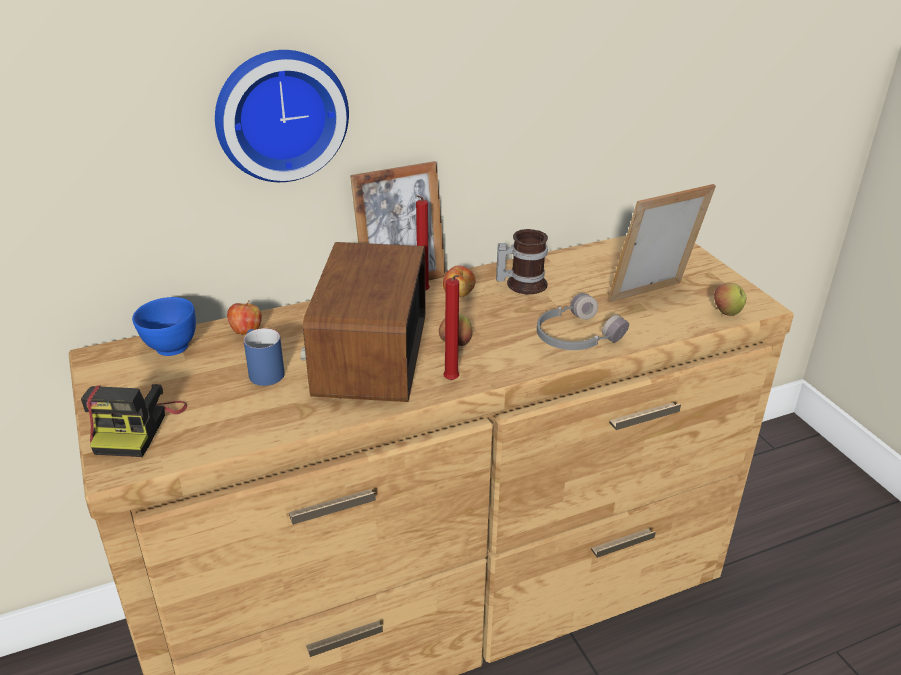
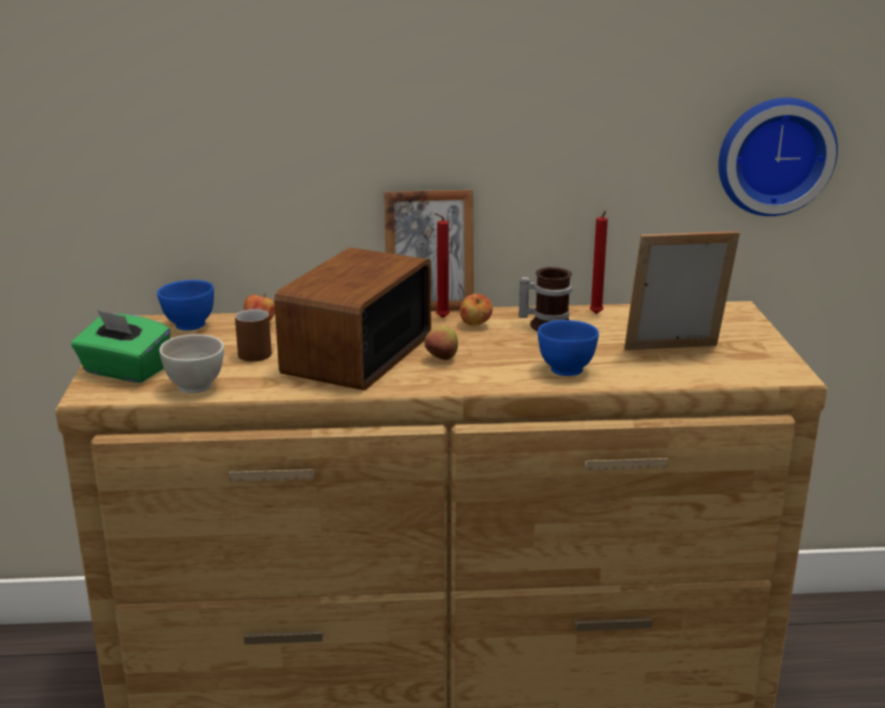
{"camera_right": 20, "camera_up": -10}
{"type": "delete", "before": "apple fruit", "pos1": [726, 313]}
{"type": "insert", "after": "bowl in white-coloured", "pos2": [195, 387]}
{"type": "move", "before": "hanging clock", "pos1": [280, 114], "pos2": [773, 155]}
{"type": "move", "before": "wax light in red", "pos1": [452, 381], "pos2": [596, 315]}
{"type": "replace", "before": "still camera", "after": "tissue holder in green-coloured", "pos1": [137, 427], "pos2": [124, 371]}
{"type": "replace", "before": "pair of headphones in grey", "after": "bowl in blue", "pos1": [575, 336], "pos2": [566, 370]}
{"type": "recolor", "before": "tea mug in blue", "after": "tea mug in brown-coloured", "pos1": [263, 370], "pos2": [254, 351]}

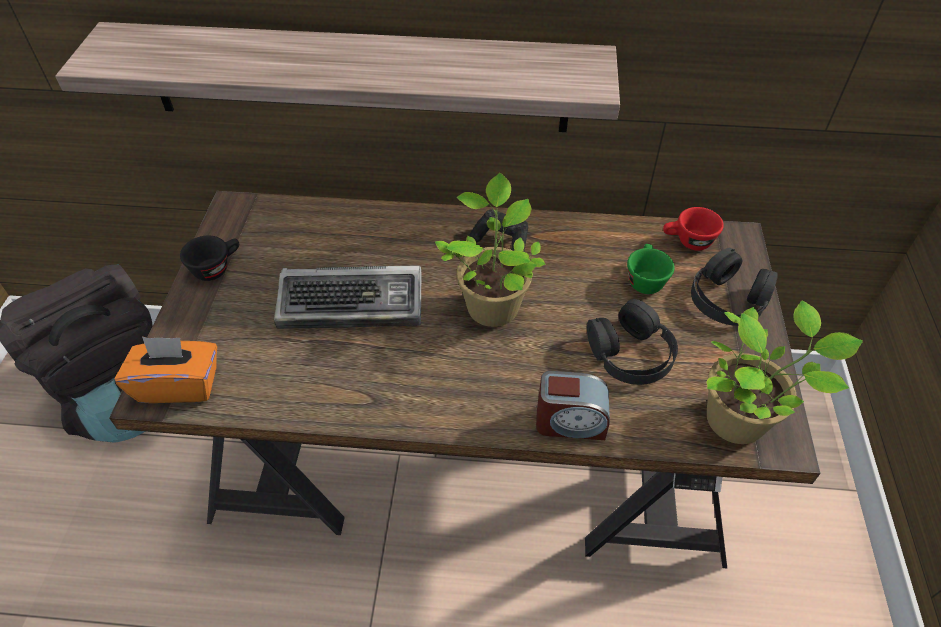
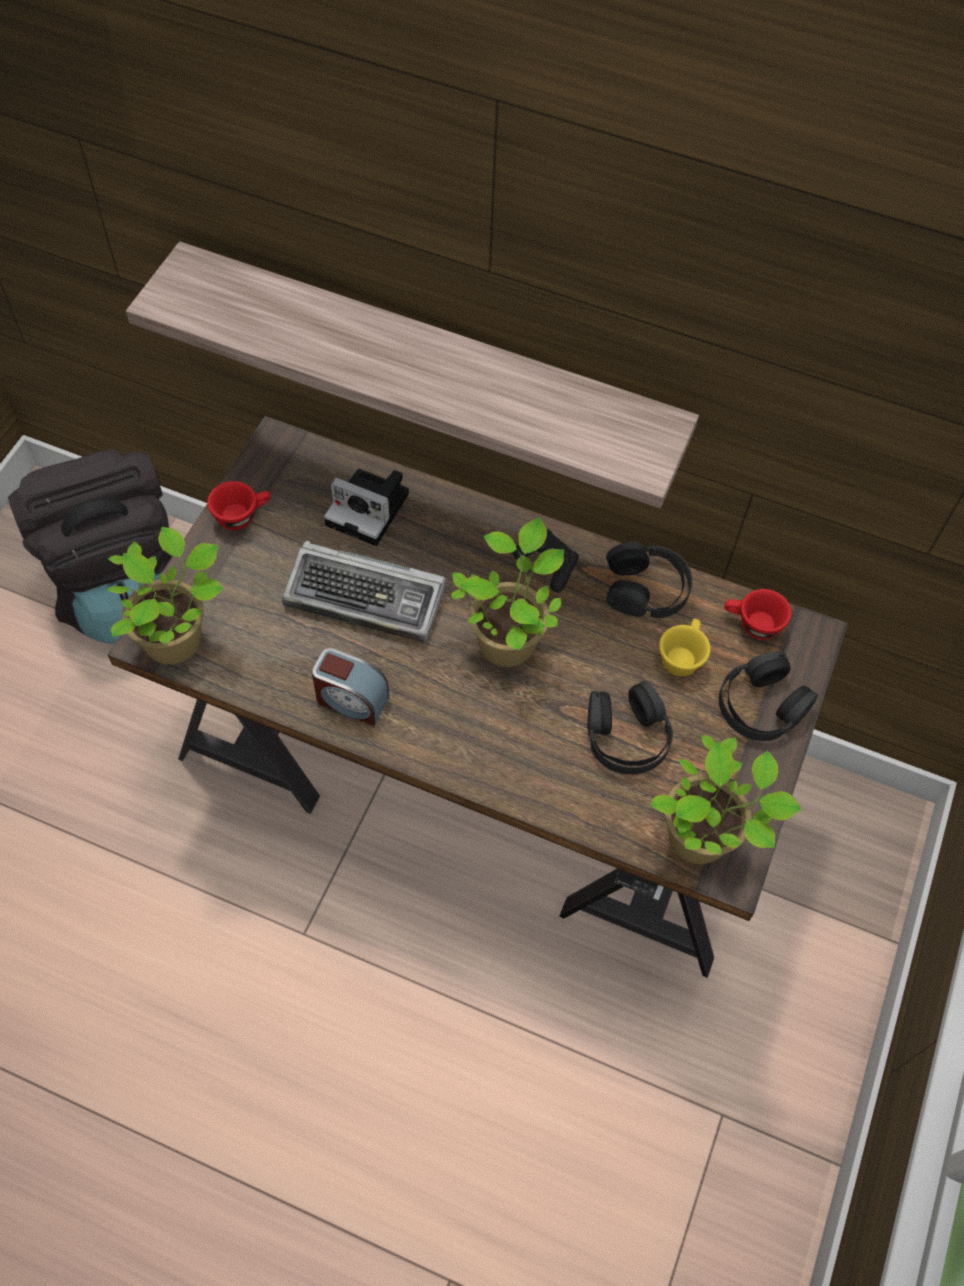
{"camera_right": 15, "camera_up": 10}
{"type": "insert", "after": "still camera", "pos2": [371, 509]}
{"type": "insert", "after": "pair of headphones in black", "pos2": [646, 588]}
{"type": "move", "before": "alarm clock", "pos1": [570, 422], "pos2": [351, 699]}
{"type": "replace", "before": "tissue holder in orangey", "after": "plant in a pot", "pos1": [179, 384], "pos2": [177, 639]}
{"type": "recolor", "before": "cup in black", "after": "cup in red", "pos1": [216, 267], "pos2": [242, 515]}
{"type": "recolor", "before": "cup in green-coloured", "after": "cup in yellowish", "pos1": [644, 279], "pos2": [681, 656]}

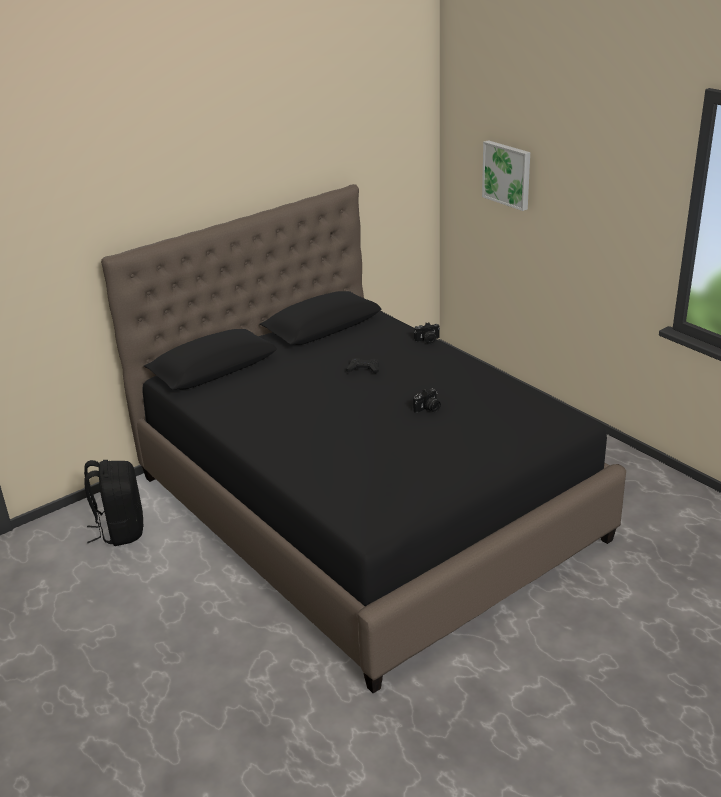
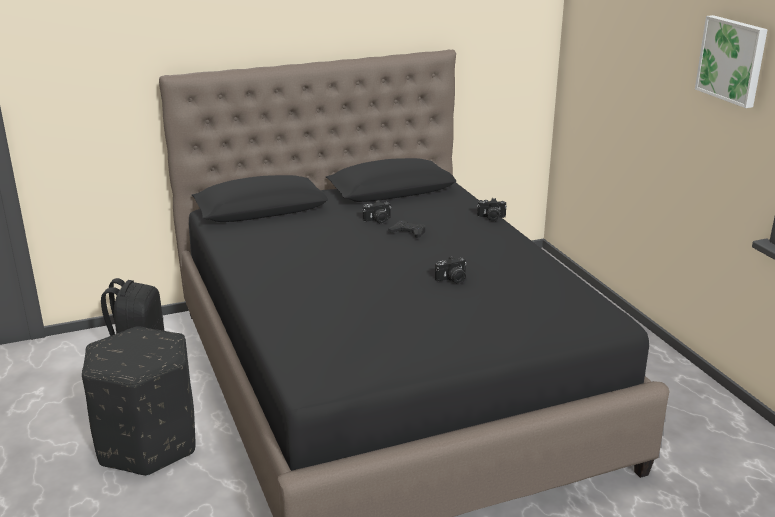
{"camera_right": 15, "camera_up": -5}
{"type": "insert", "after": "footrest in black", "pos2": [148, 443]}
{"type": "insert", "after": "still camera", "pos2": [378, 220]}
{"type": "move", "before": "wall art", "pos1": [507, 174], "pos2": [732, 60]}

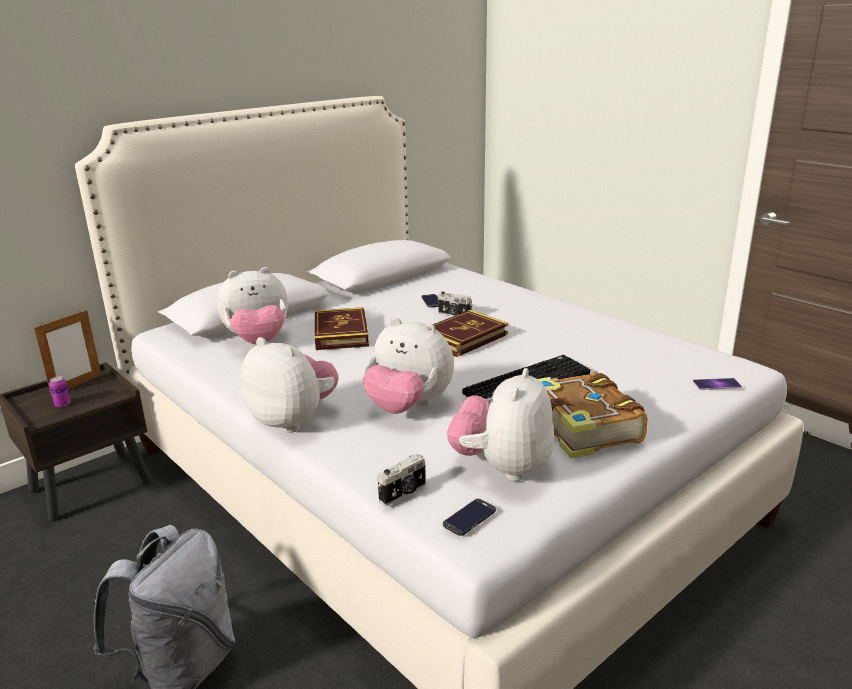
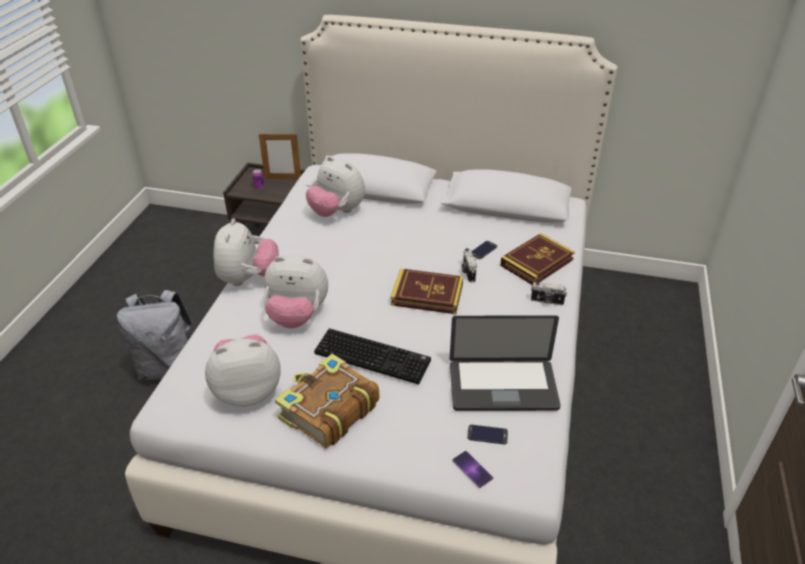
{"camera_right": 55, "camera_up": 15}
{"type": "insert", "after": "portable computer", "pos2": [502, 387]}
{"type": "move", "before": "bound book", "pos1": [341, 333], "pos2": [536, 262]}
{"type": "move", "before": "still camera", "pos1": [404, 493], "pos2": [547, 301]}
{"type": "move", "before": "phone", "pos1": [469, 517], "pos2": [487, 435]}
{"type": "rotate", "before": "plush toy", "pos1": [408, 407], "pos2": [297, 316], "turn": -75}

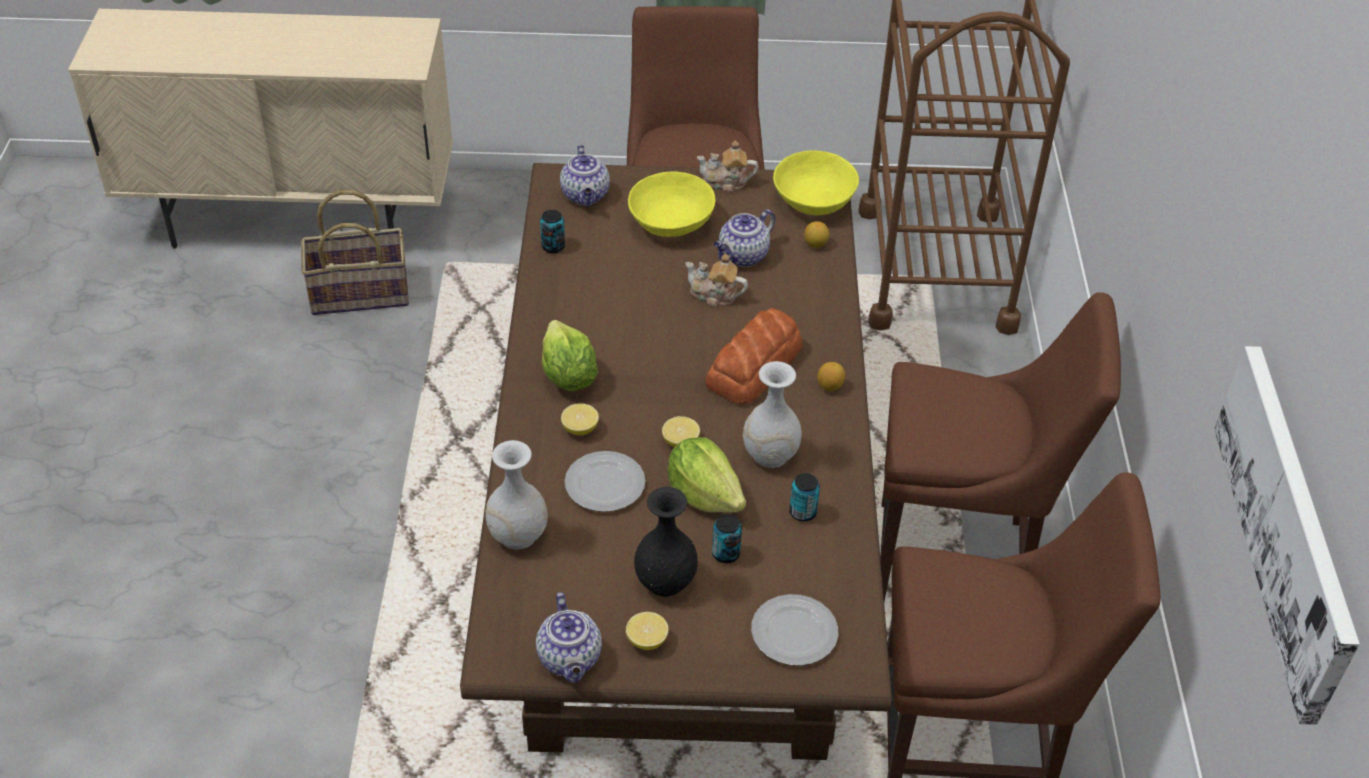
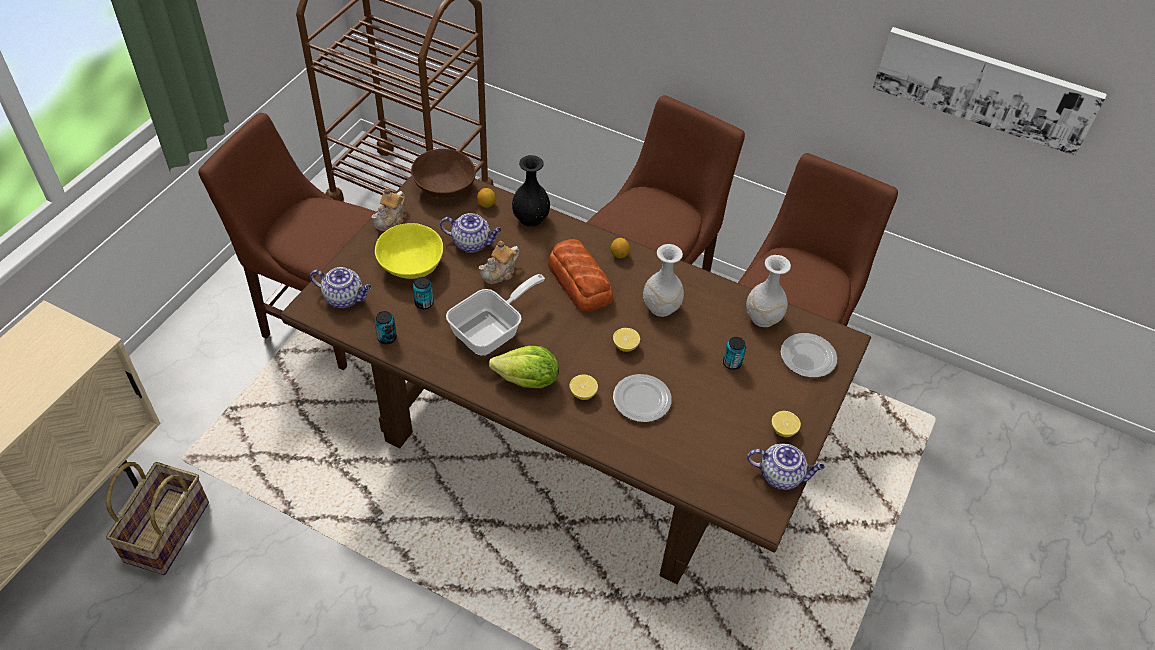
{"camera_right": -65, "camera_up": 5}
{"type": "delete", "before": "lettuce head", "pos1": [704, 494]}
{"type": "insert", "after": "skillet", "pos2": [492, 330]}
{"type": "move", "before": "decorative vase in white-coloured", "pos1": [518, 534], "pos2": [762, 317]}
{"type": "move", "before": "decorative vase in black", "pos1": [666, 582], "pos2": [531, 218]}
{"type": "move", "before": "metal can", "pos1": [802, 512], "pos2": [424, 303]}
{"type": "recolor", "before": "bowl in yellowish", "after": "bowl in brown-coloured", "pos1": [813, 201], "pos2": [443, 187]}
{"type": "rotate", "before": "pot for tea", "pos1": [743, 256], "pos2": [472, 243], "turn": -60}

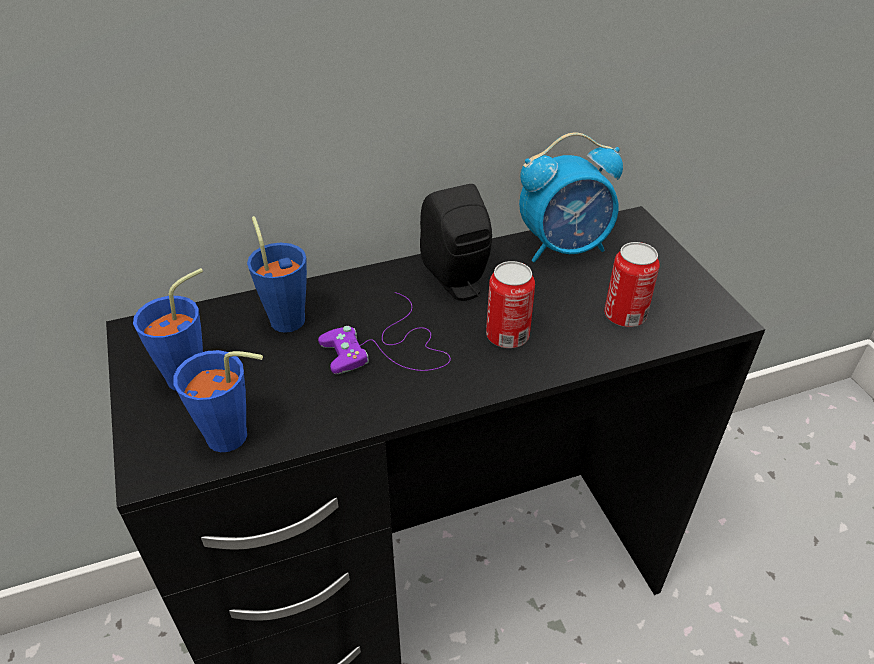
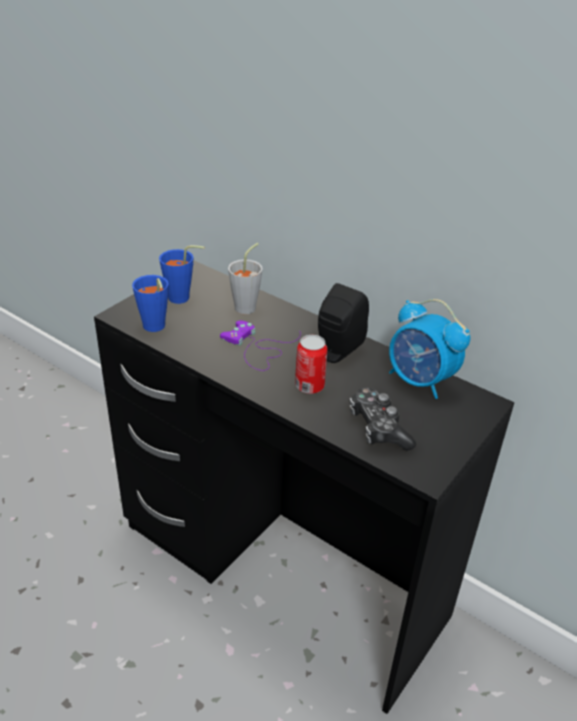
{"camera_right": 55, "camera_up": -5}
{"type": "replace", "before": "metal can", "after": "gamepad", "pos1": [624, 316], "pos2": [378, 428]}
{"type": "recolor", "before": "cup in blue", "after": "cup in grey", "pos1": [285, 315], "pos2": [248, 306]}

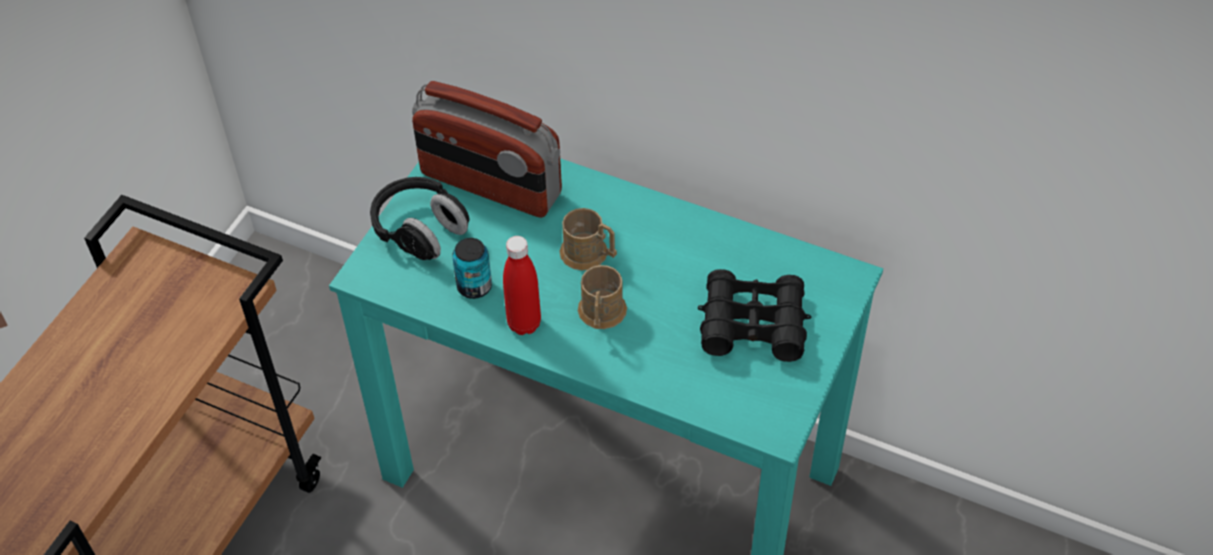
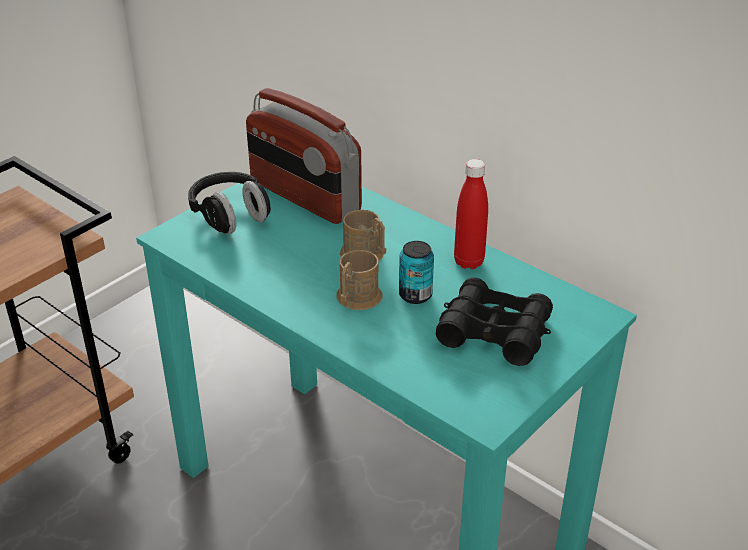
{"camera_right": 15, "camera_up": -15}
{"type": "move", "before": "metal can", "pos1": [474, 286], "pos2": [415, 295]}
{"type": "move", "before": "bottle in red", "pos1": [524, 324], "pos2": [468, 262]}

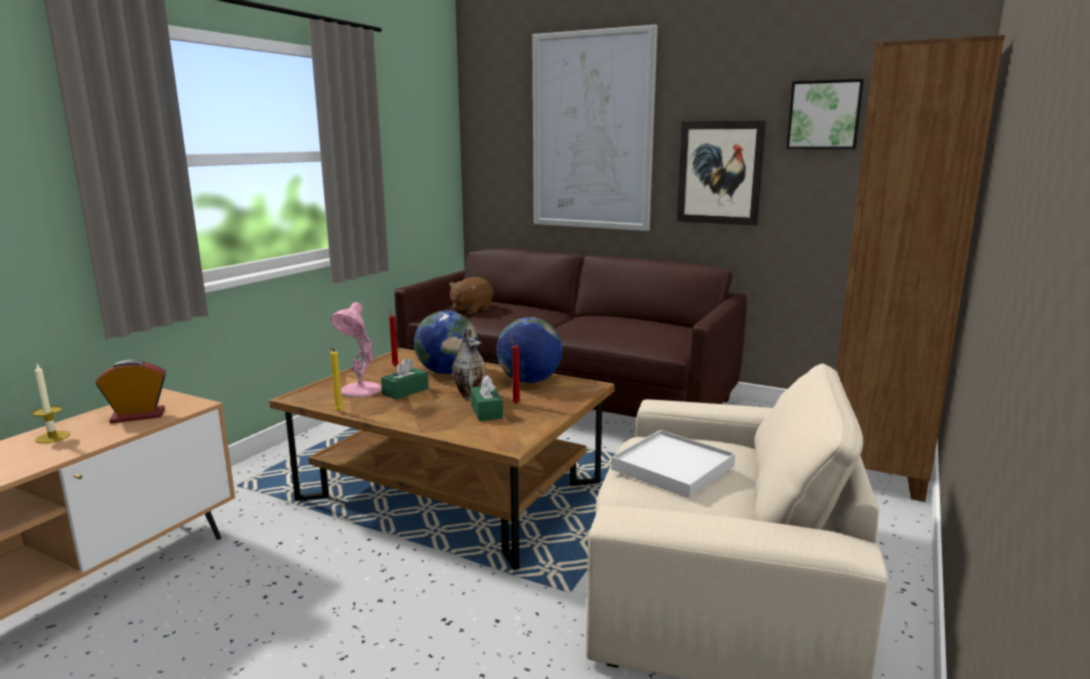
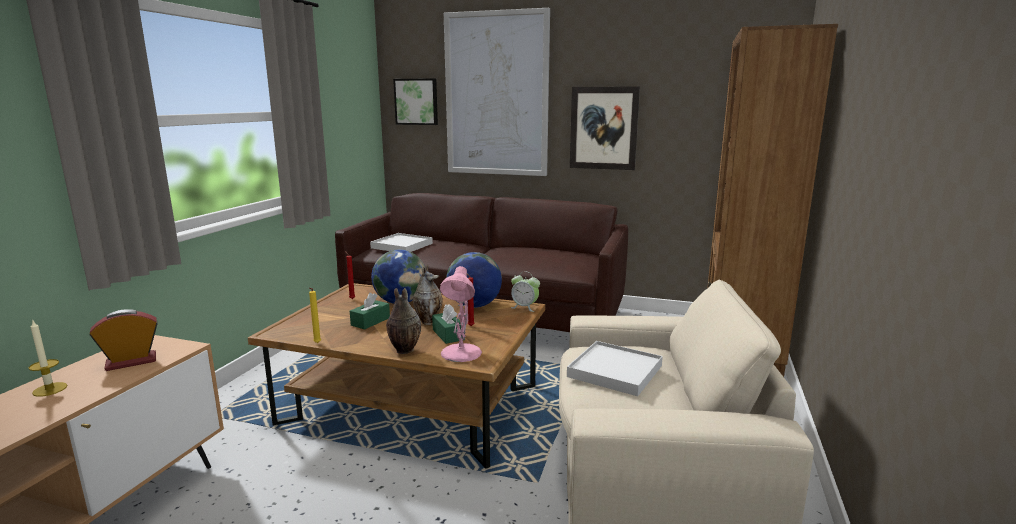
{"camera_right": -10, "camera_up": 0}
{"type": "insert", "after": "decorative vase", "pos2": [403, 350]}
{"type": "insert", "after": "alarm clock", "pos2": [525, 307]}
{"type": "move", "before": "lamp for a table in pinkish", "pos1": [359, 390], "pos2": [461, 354]}
{"type": "move", "before": "wall art", "pos1": [824, 115], "pos2": [416, 101]}
{"type": "replace", "before": "plush toy in brown-coloured", "after": "tray in white-coloured", "pos1": [471, 309], "pos2": [402, 246]}

